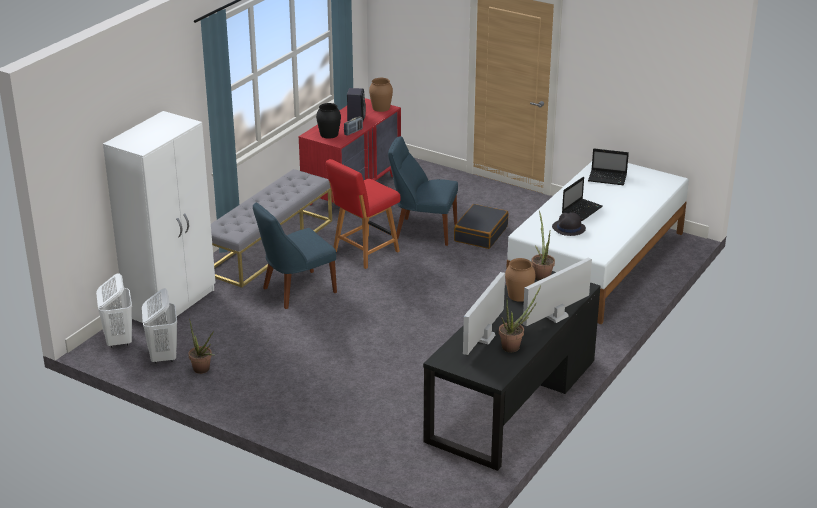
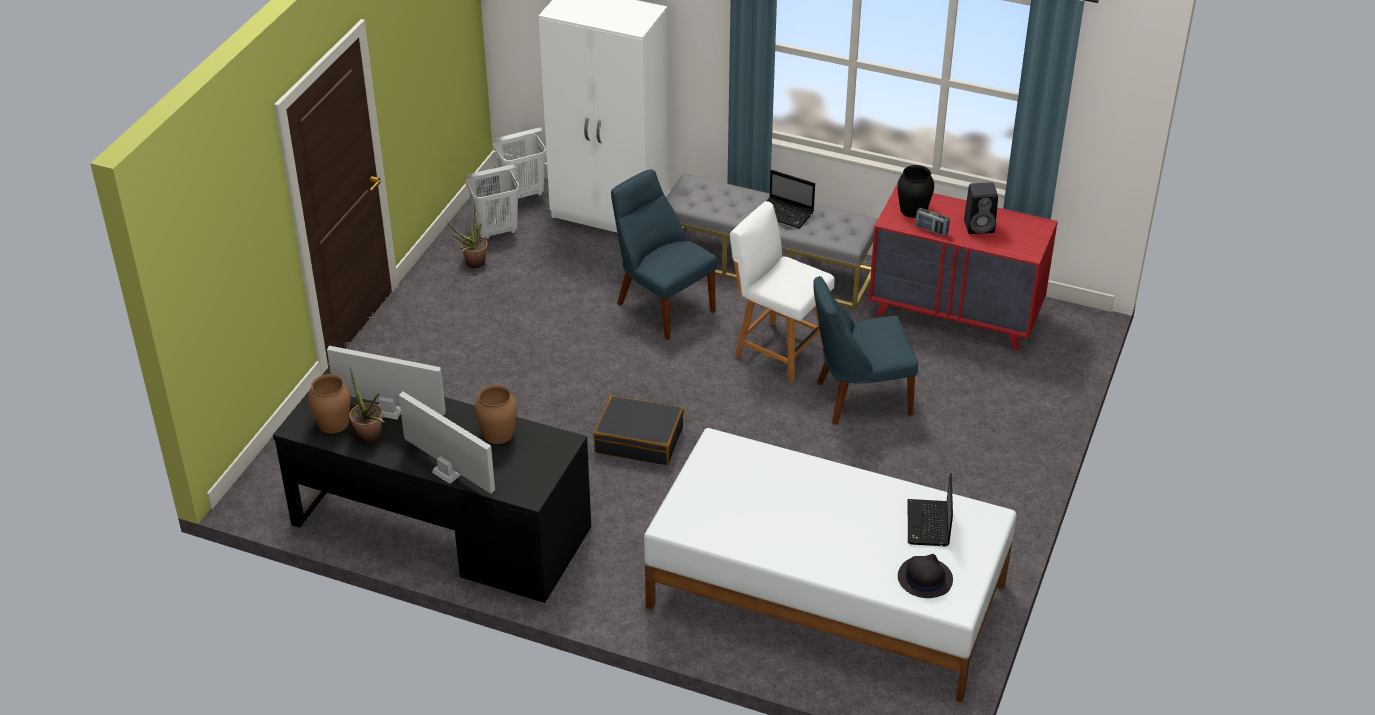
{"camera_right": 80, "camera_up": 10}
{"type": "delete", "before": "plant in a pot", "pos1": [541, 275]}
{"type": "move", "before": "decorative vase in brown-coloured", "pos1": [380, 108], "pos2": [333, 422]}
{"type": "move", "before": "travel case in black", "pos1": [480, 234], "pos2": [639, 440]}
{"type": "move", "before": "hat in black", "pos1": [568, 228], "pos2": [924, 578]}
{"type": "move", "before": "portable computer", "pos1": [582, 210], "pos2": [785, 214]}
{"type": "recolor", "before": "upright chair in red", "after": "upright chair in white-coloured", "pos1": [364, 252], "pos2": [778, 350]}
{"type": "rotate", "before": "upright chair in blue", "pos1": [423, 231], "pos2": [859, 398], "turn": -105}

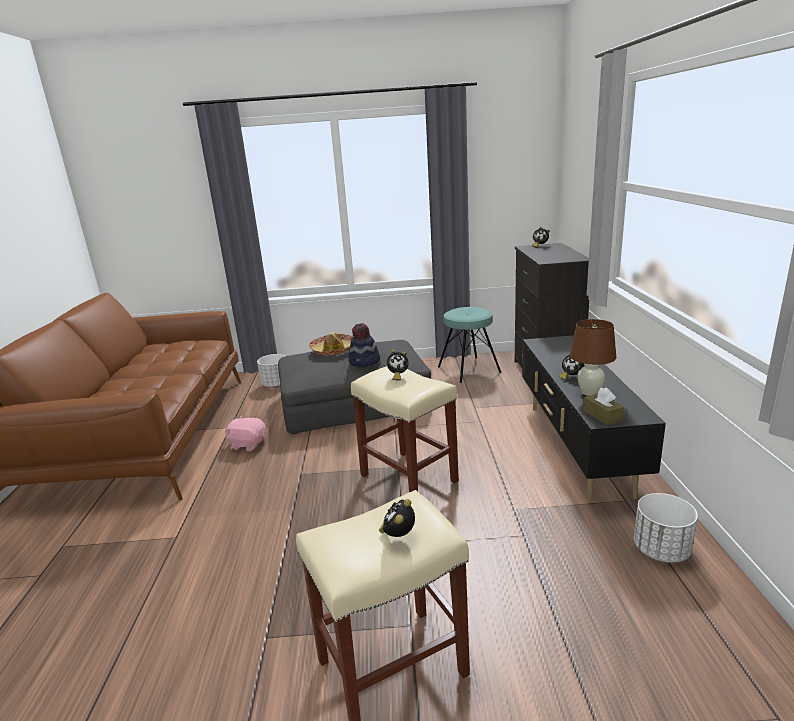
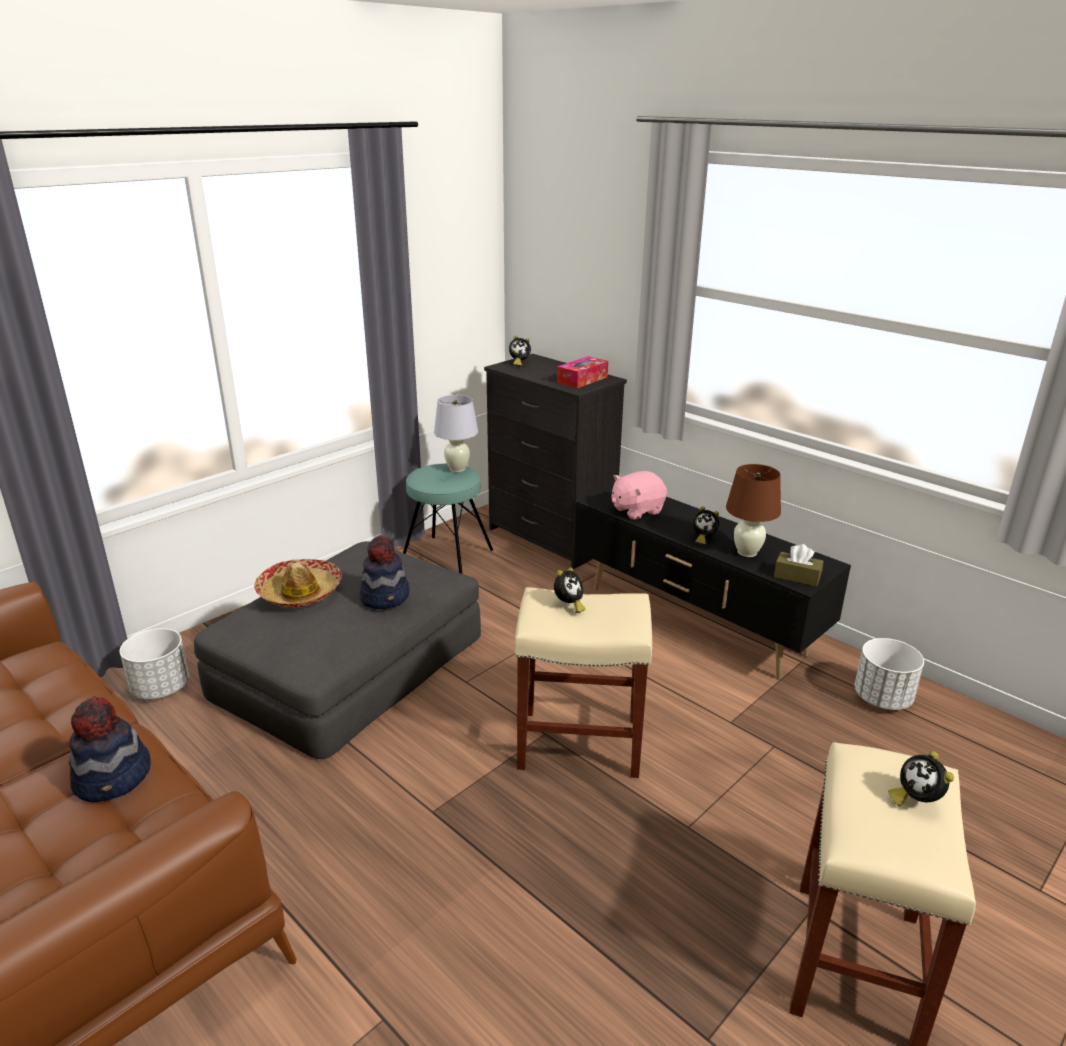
{"camera_right": -45, "camera_up": 5}
{"type": "insert", "after": "hat", "pos2": [114, 778]}
{"type": "insert", "after": "lamp for a table in white-coloured", "pos2": [457, 469]}
{"type": "insert", "after": "tissue holder", "pos2": [582, 380]}
{"type": "move", "before": "plush toy in pinkish", "pos1": [248, 444], "pos2": [636, 510]}

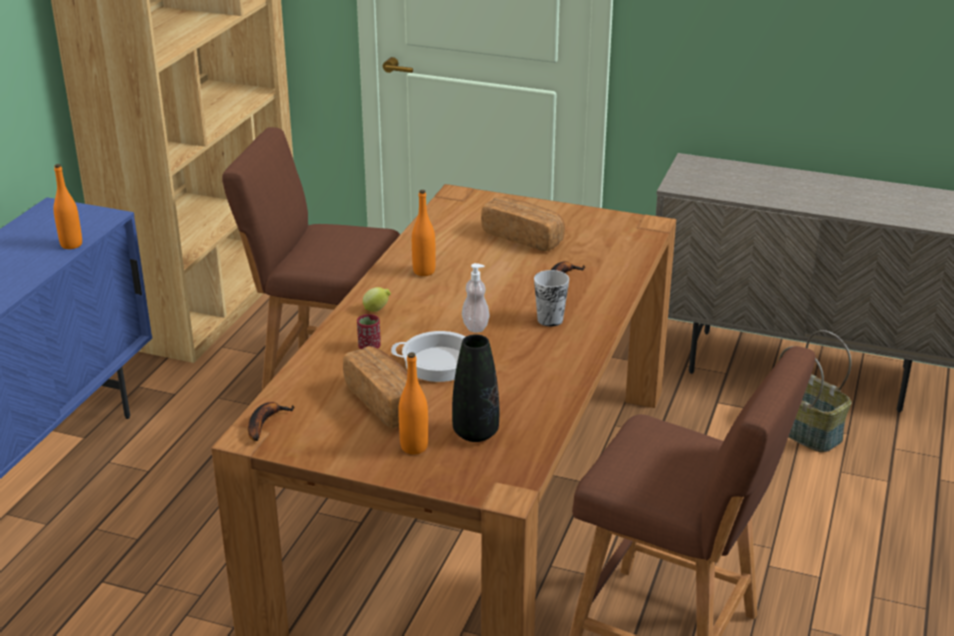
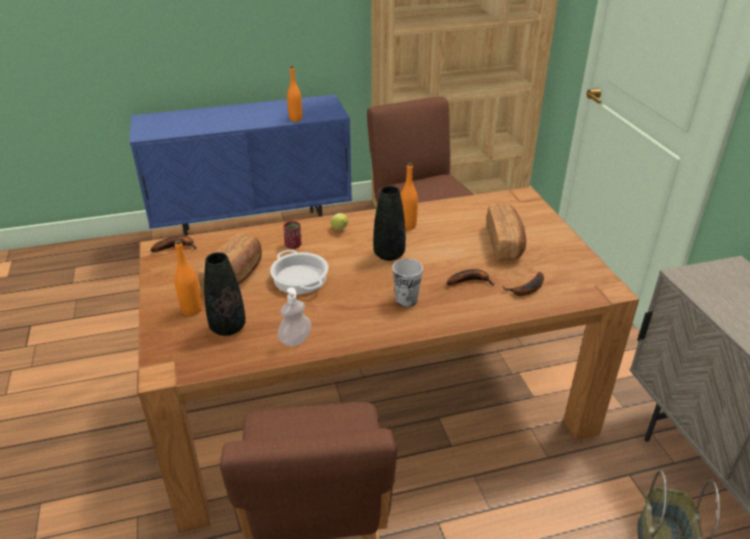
{"camera_right": 55, "camera_up": 5}
{"type": "insert", "after": "decorative vase in black", "pos2": [389, 254]}
{"type": "insert", "after": "banana fruit", "pos2": [527, 289]}
{"type": "move", "before": "soap dispenser", "pos1": [475, 326], "pos2": [295, 340]}

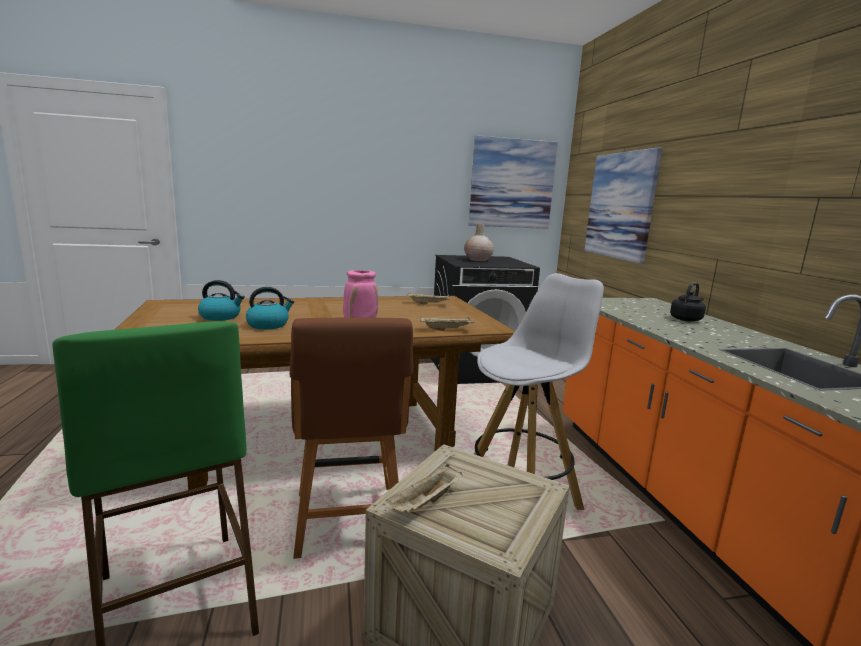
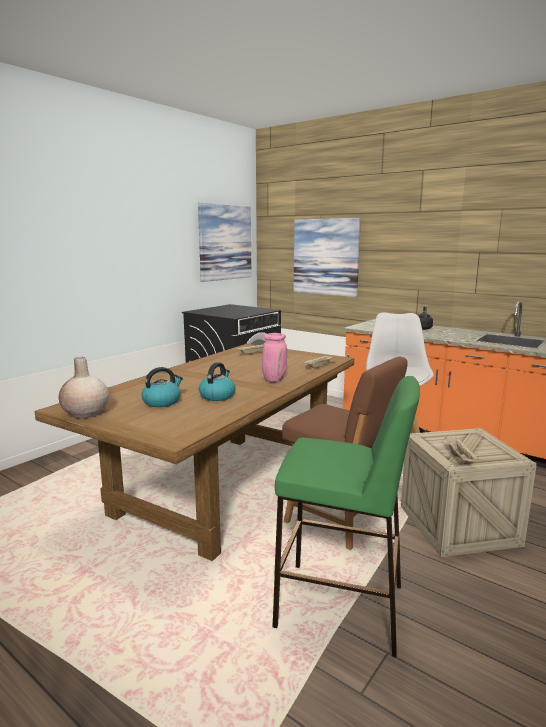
{"camera_right": -40, "camera_up": 0}
{"type": "move", "before": "decorative vase in sand-coloured", "pos1": [478, 260], "pos2": [85, 413]}

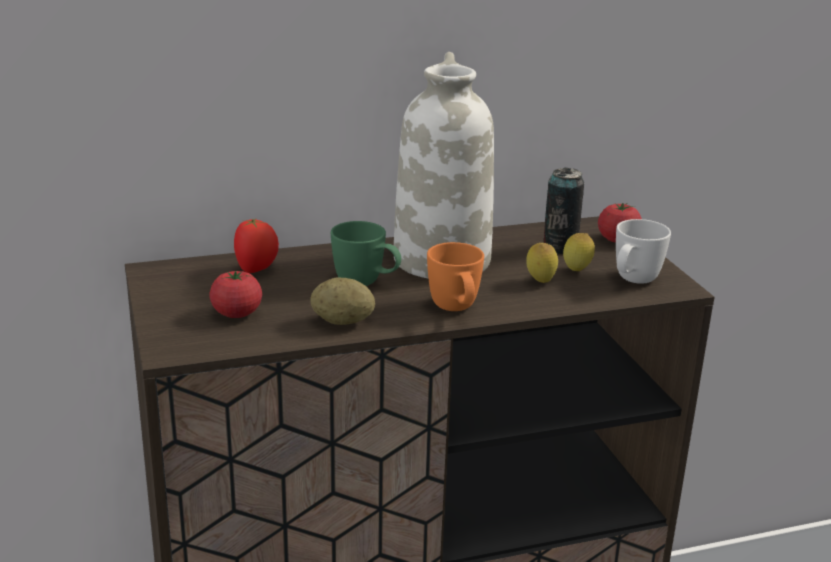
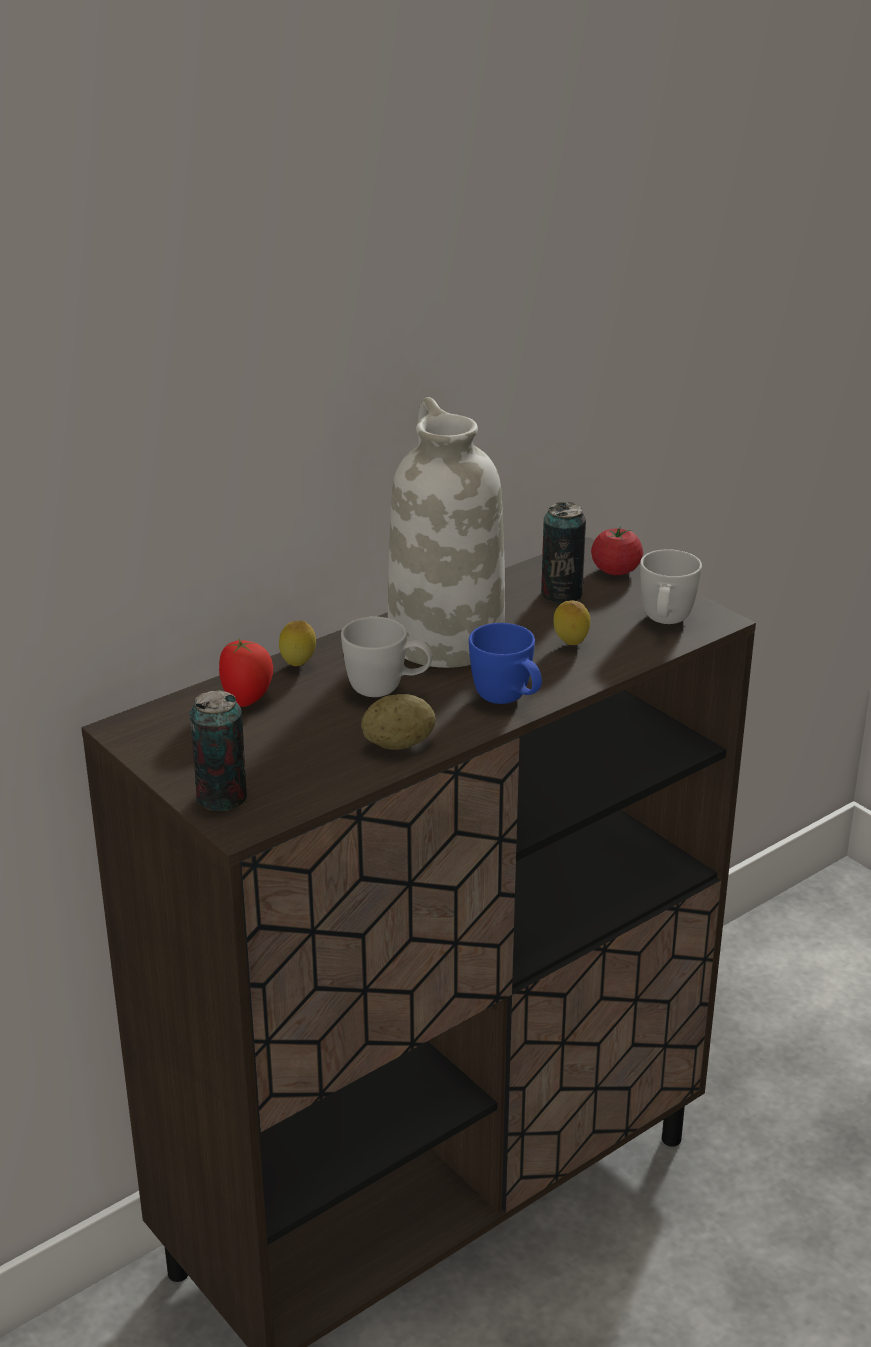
{"camera_right": -20, "camera_up": 5}
{"type": "delete", "before": "whole tomato", "pos1": [236, 313]}
{"type": "insert", "after": "metal can", "pos2": [222, 797]}
{"type": "move", "before": "citrus fruit", "pos1": [576, 271], "pos2": [298, 665]}
{"type": "recolor", "before": "tea mug in green-coloured", "after": "tea mug in white-coloured", "pos1": [366, 284], "pos2": [387, 690]}
{"type": "recolor", "before": "tea mug in orangey", "after": "tea mug in blue", "pos1": [456, 310], "pos2": [508, 701]}

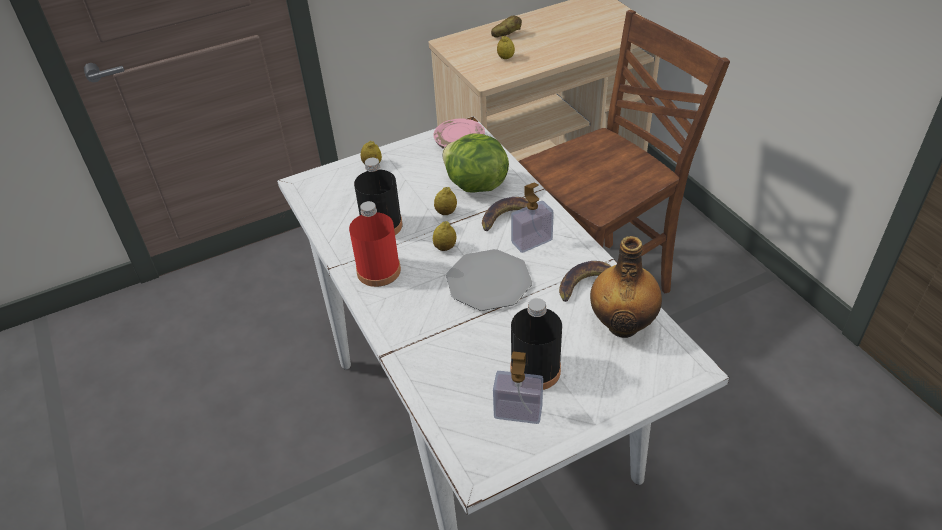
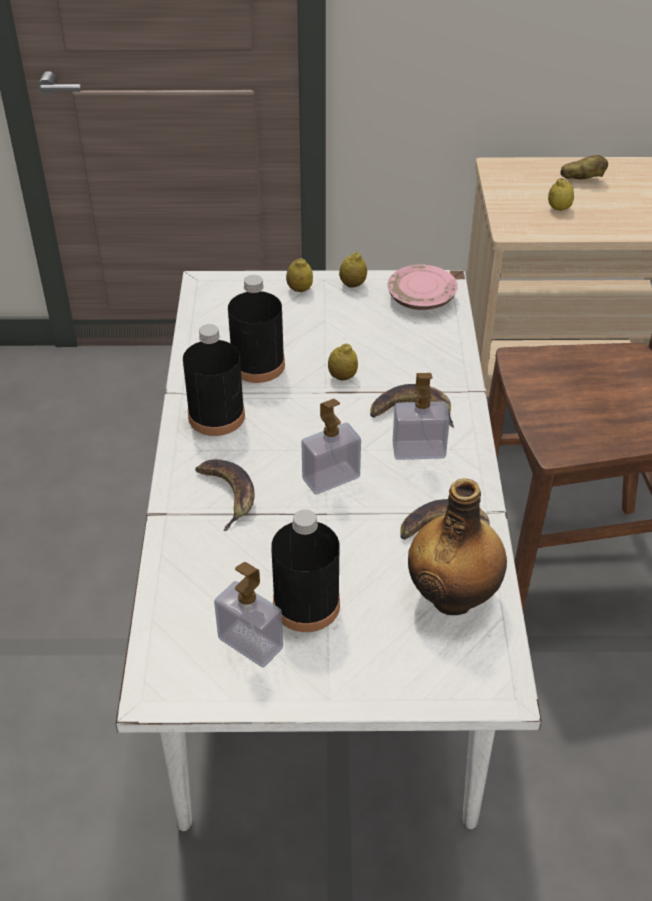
{"camera_right": 25, "camera_up": 0}
{"type": "delete", "before": "lettuce head", "pos1": [475, 185]}
{"type": "insert", "after": "banana fruit", "pos2": [228, 494]}
{"type": "move", "before": "citrus fruit", "pos1": [445, 247], "pos2": [352, 284]}
{"type": "replace", "before": "plate", "after": "soap dispenser", "pos1": [488, 281], "pos2": [331, 478]}
{"type": "recolor", "before": "bottle in red", "after": "bottle in black", "pos1": [378, 271], "pos2": [216, 416]}

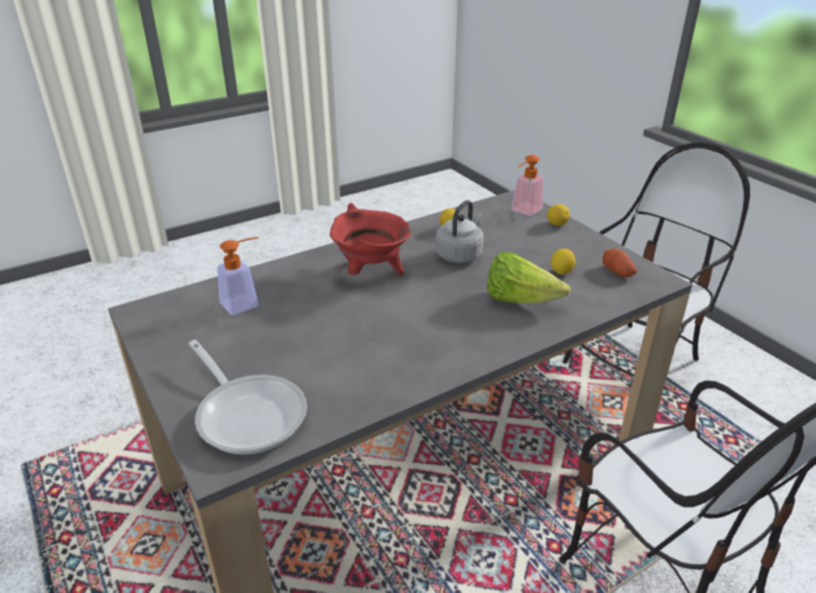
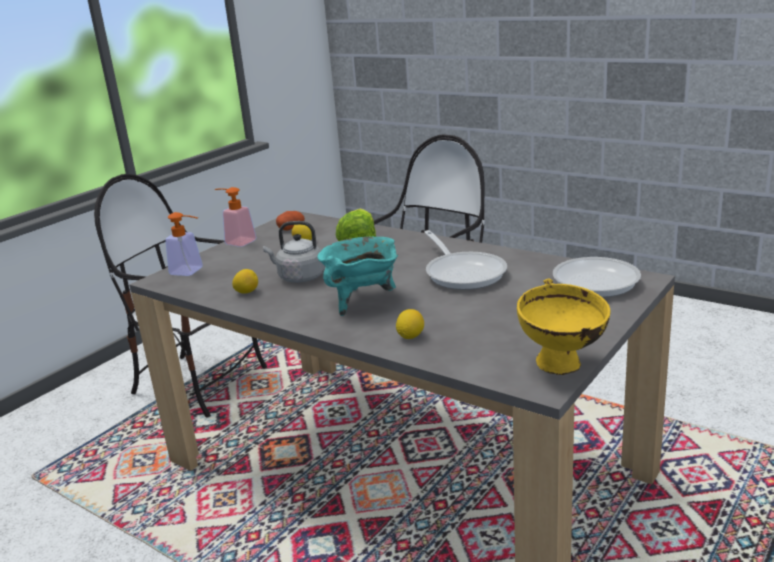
{"camera_right": -110, "camera_up": -10}
{"type": "insert", "after": "skillet", "pos2": [463, 273]}
{"type": "insert", "after": "bowl in yellowish", "pos2": [563, 368]}
{"type": "move", "before": "soap dispenser", "pos1": [245, 303], "pos2": [236, 241]}
{"type": "move", "before": "citrus fruit", "pos1": [557, 224], "pos2": [410, 336]}
{"type": "recolor", "before": "saucepot in red", "after": "saucepot in blue-green", "pos1": [371, 273], "pos2": [363, 301]}

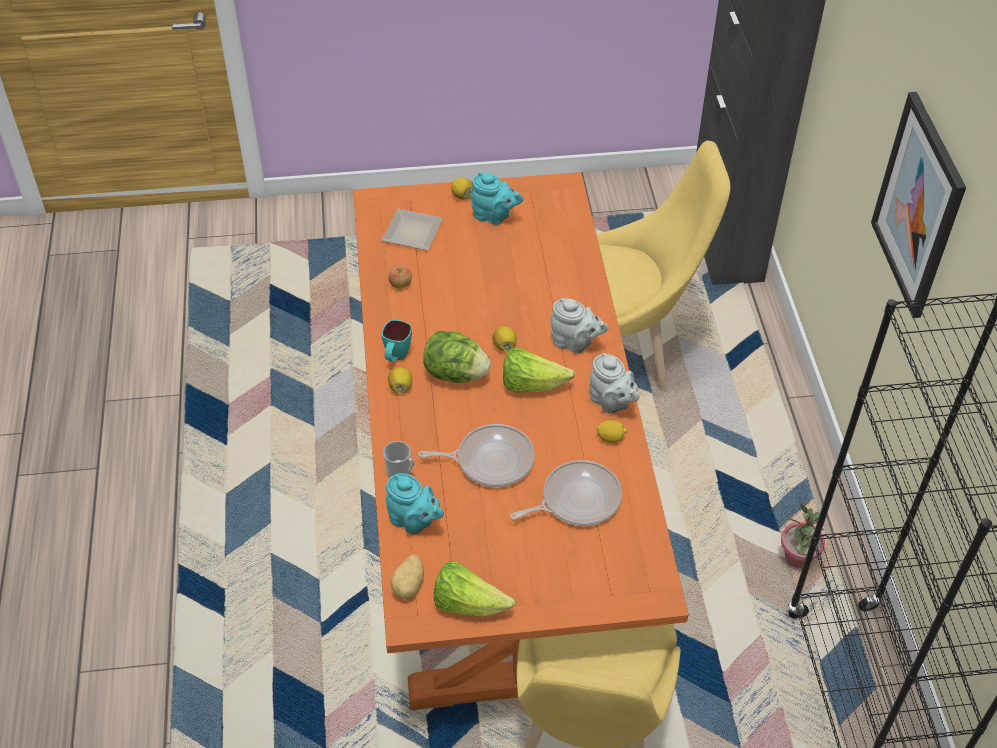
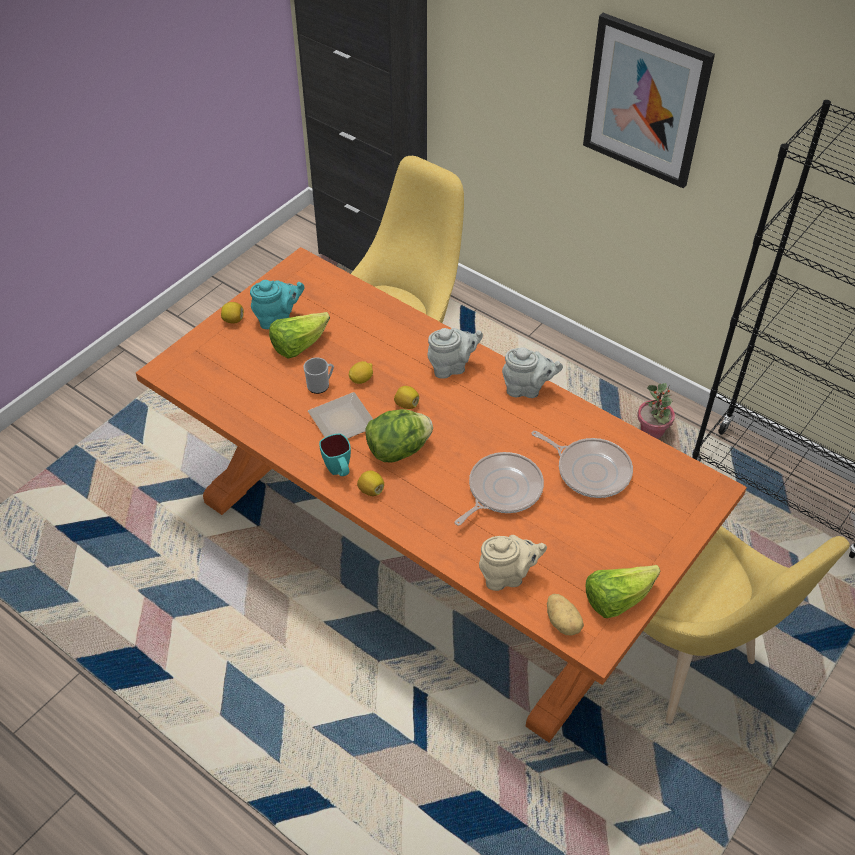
{"camera_right": -45, "camera_up": 0}
{"type": "delete", "before": "apple fruit", "pos1": [400, 285]}
{"type": "move", "before": "plate", "pos1": [413, 234], "pos2": [345, 422]}
{"type": "move", "before": "tea mug", "pos1": [401, 472], "pos2": [320, 385]}
{"type": "move", "before": "lettuce head", "pos1": [531, 384], "pos2": [299, 345]}
{"type": "move", "before": "citrus fruit", "pos1": [611, 438], "pos2": [361, 379]}
{"type": "recolor", "before": "pot for tea in blue-green", "after": "pot for tea in sand-coloured", "pos1": [414, 521], "pos2": [507, 576]}
{"type": "rotate", "before": "skillet", "pos1": [577, 499], "pos2": [590, 470], "turn": 105}

